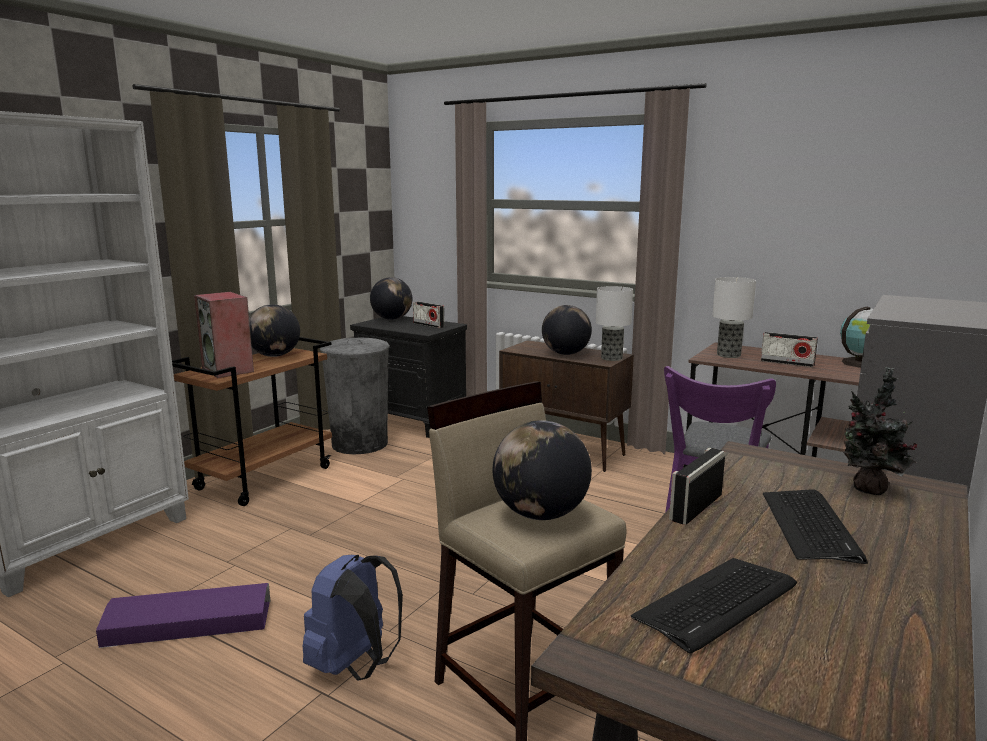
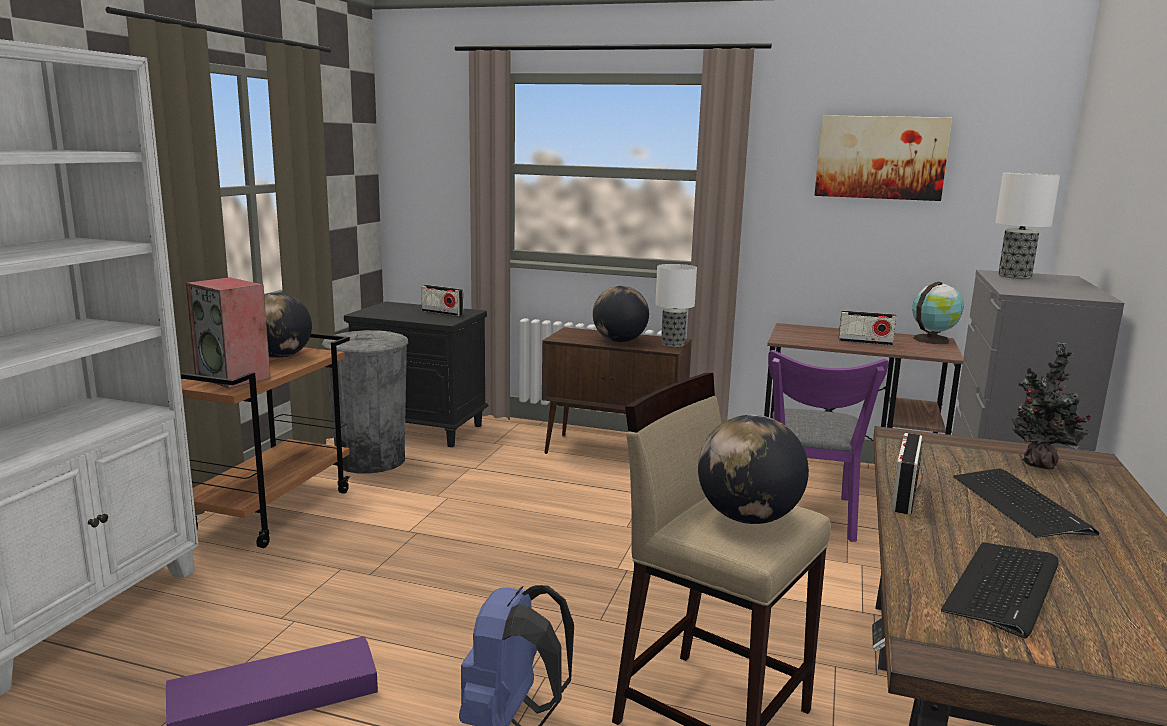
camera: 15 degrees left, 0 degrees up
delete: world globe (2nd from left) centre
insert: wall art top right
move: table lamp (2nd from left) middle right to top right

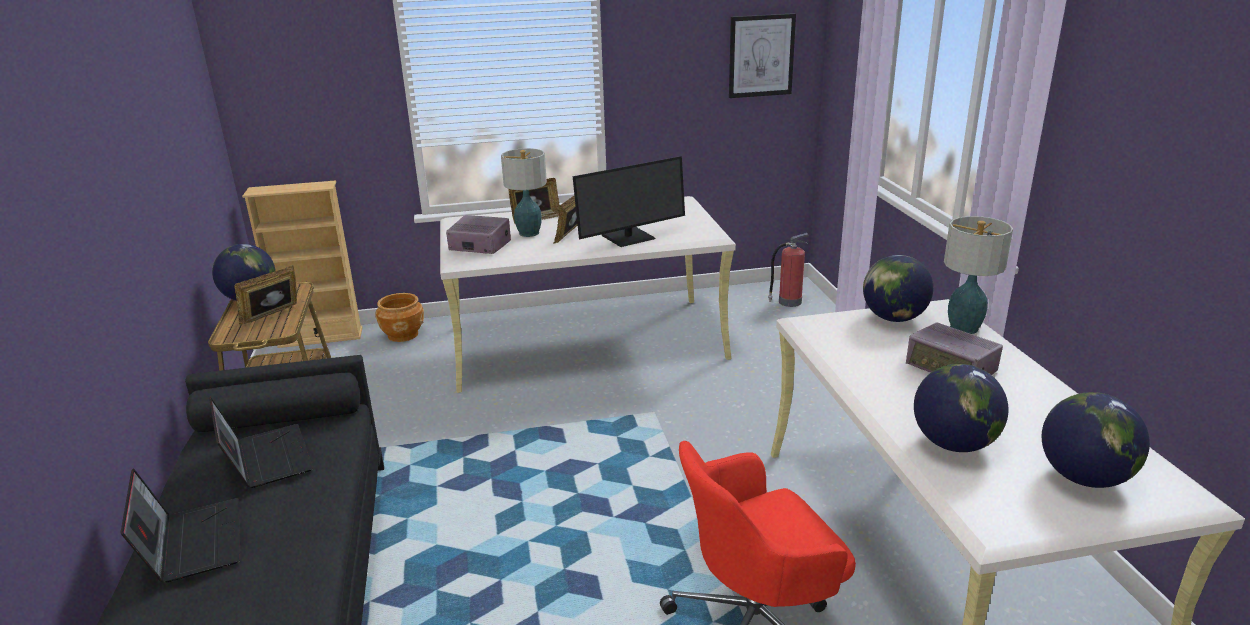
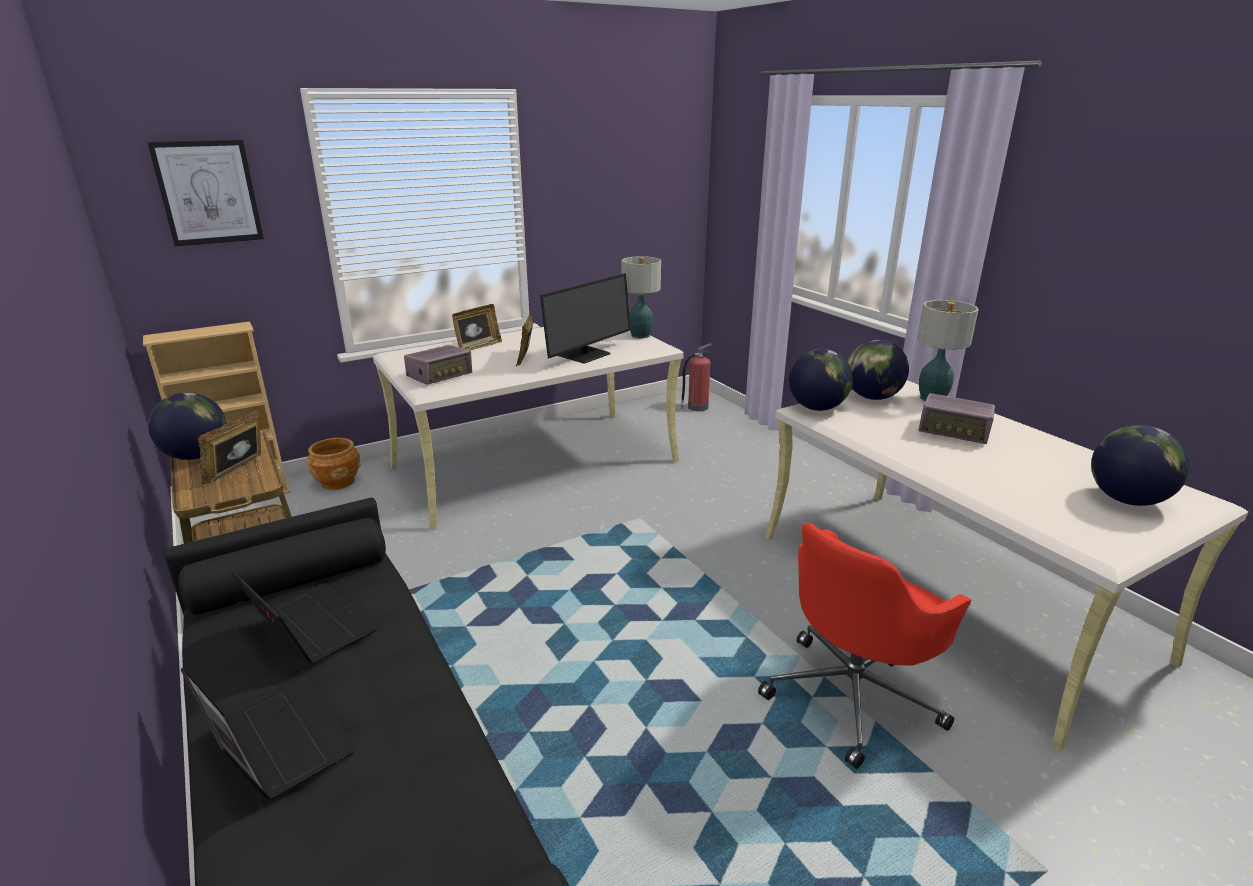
camera: 20 degrees left, 0 degrees up
move: table lamp (1st from left) top centre to centre; wall art top centre to top left; world globe (3rd from left in the first image) middle right to world globe (2nd from left) centre
rotate: radio receiver (1st from left) centre = centre 135 degrees clockwise

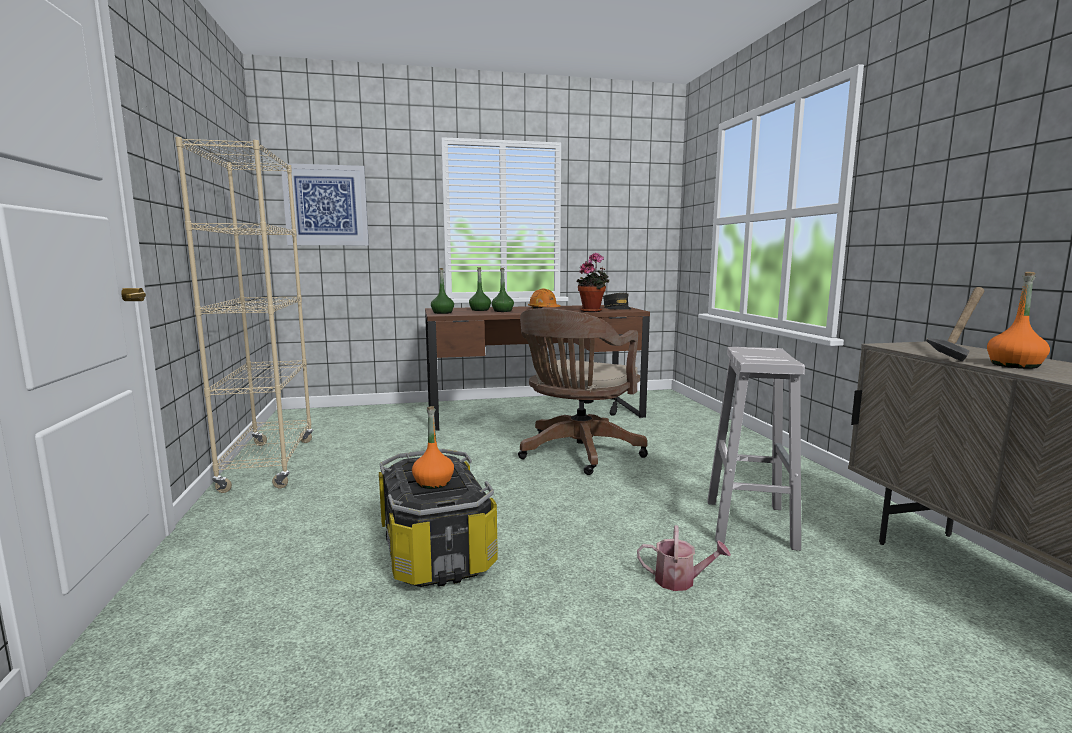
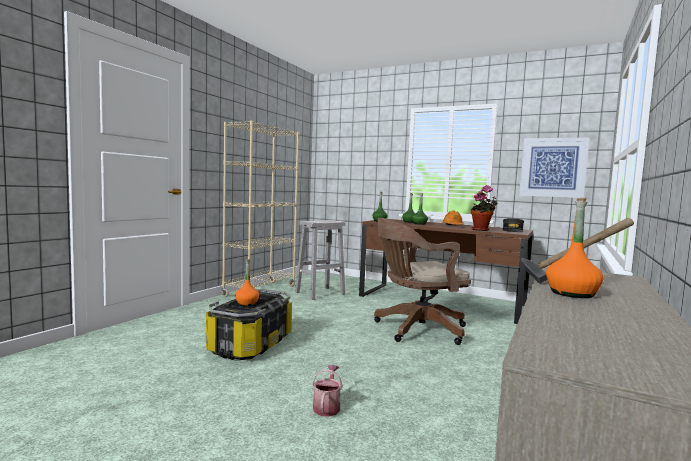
camera: 40 degrees right, 5 degrees down
move: wall art top left to middle right; white stool seat middle right to centre
rotate: sprinkling can bottom centre = bottom centre 135 degrees counterclockwise

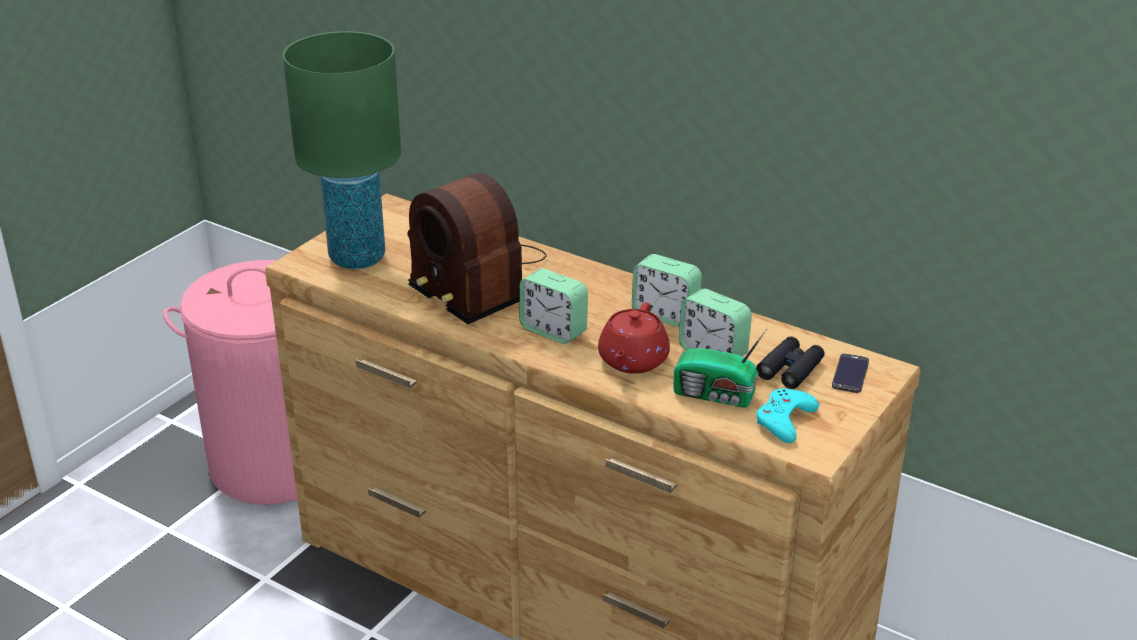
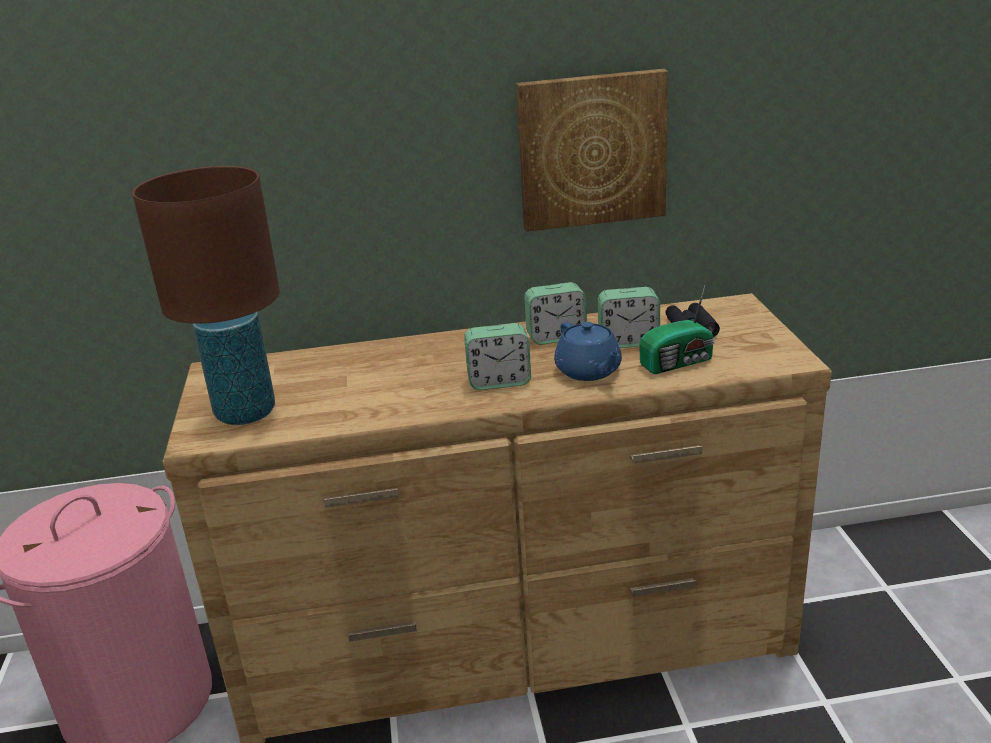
camera: 40 degrees left, 5 degrees down
delete: radio receiver (1st from left) centre; turquoise-coloured gamepad middle right; phone middle right
insert: wall art top centre
recolor: green table lamp top left to brownish table lamp middle left; red teapot centre to bluish teapot centre

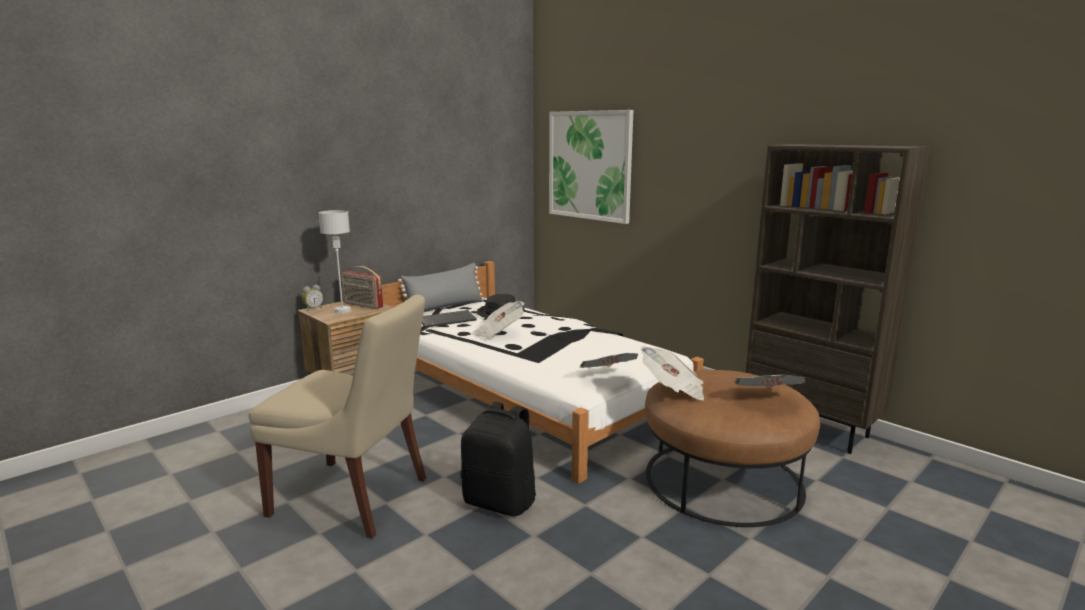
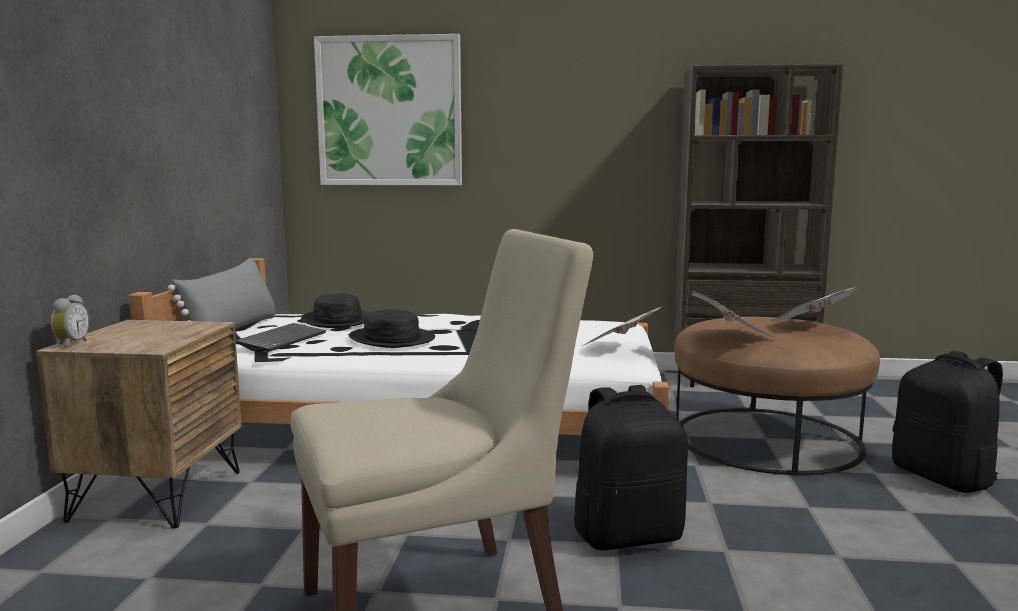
camera: 40 degrees left, 5 degrees down
delete: greyish table lamp middle left; radio receiver centre
insert: black-coloured backpack (2nd from left) bottom right
replace: newspaper (1st from left) centre to black-coloured wearable hat (2nd from left) centre

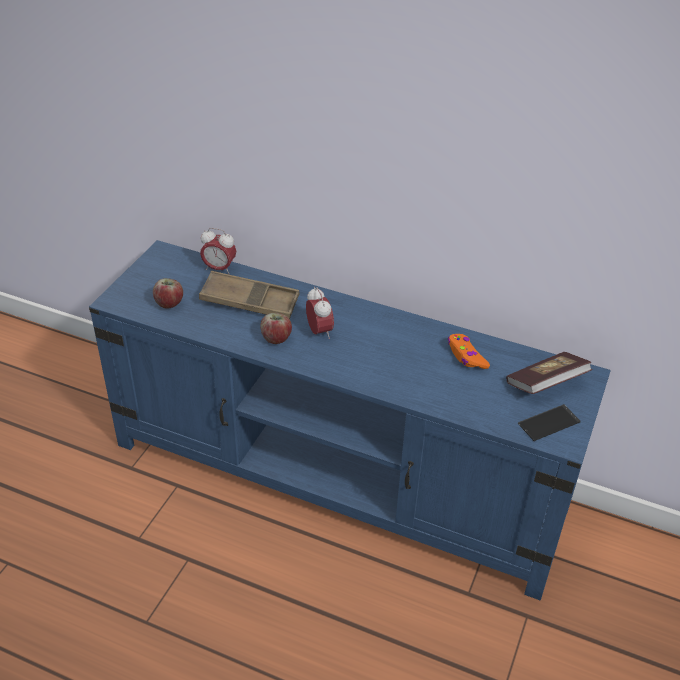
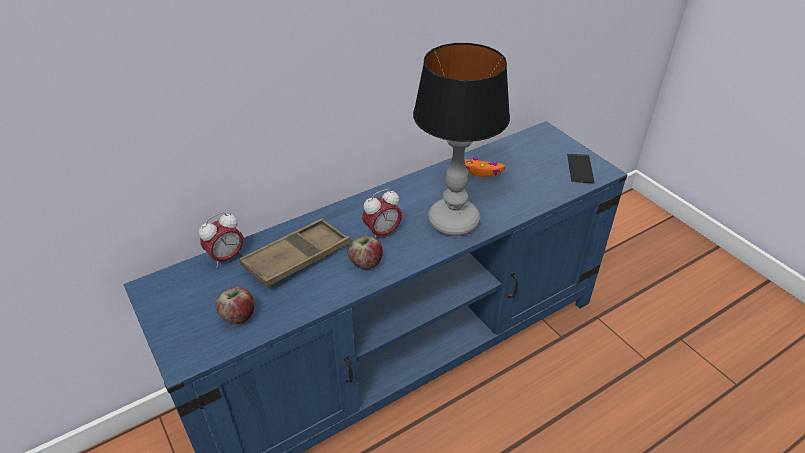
camera: 55 degrees left, 0 degrees up
delete: book middle right
insert: table lamp top centre
rotate: bedside clock (2nd from left) centre = centre 135 degrees clockwise

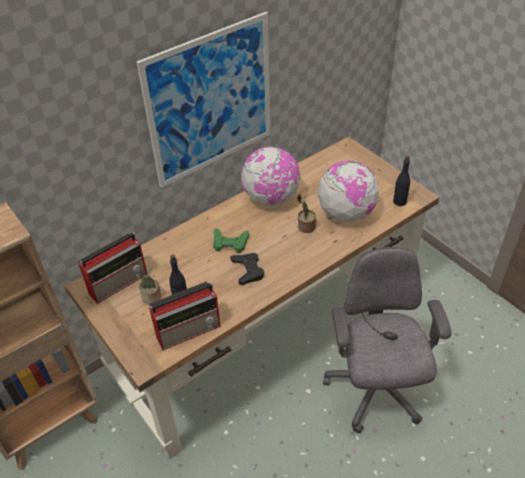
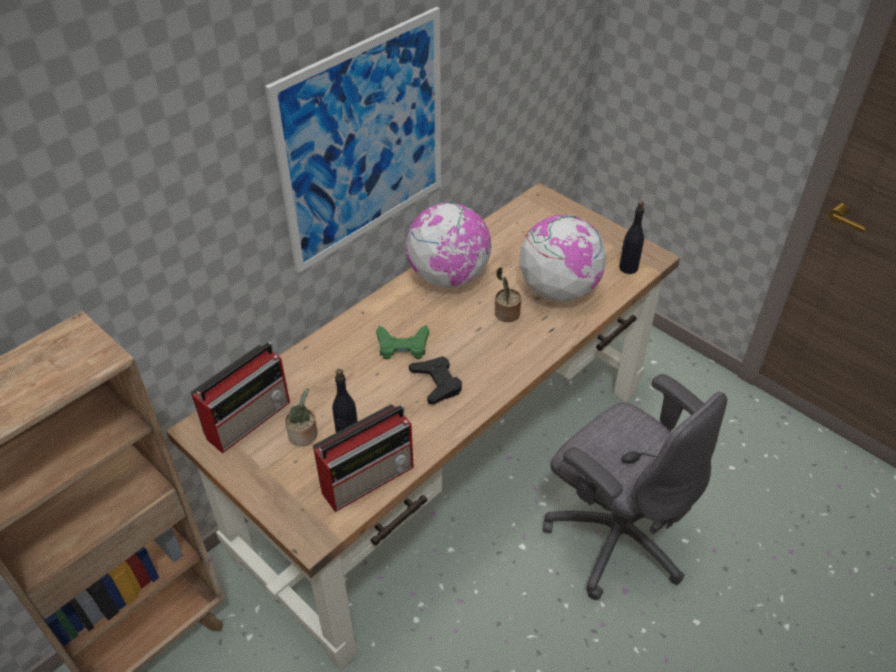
camera: 10 degrees left, 0 degrees up
rotate: greyish office chair bottom right = bottom right 150 degrees clockwise

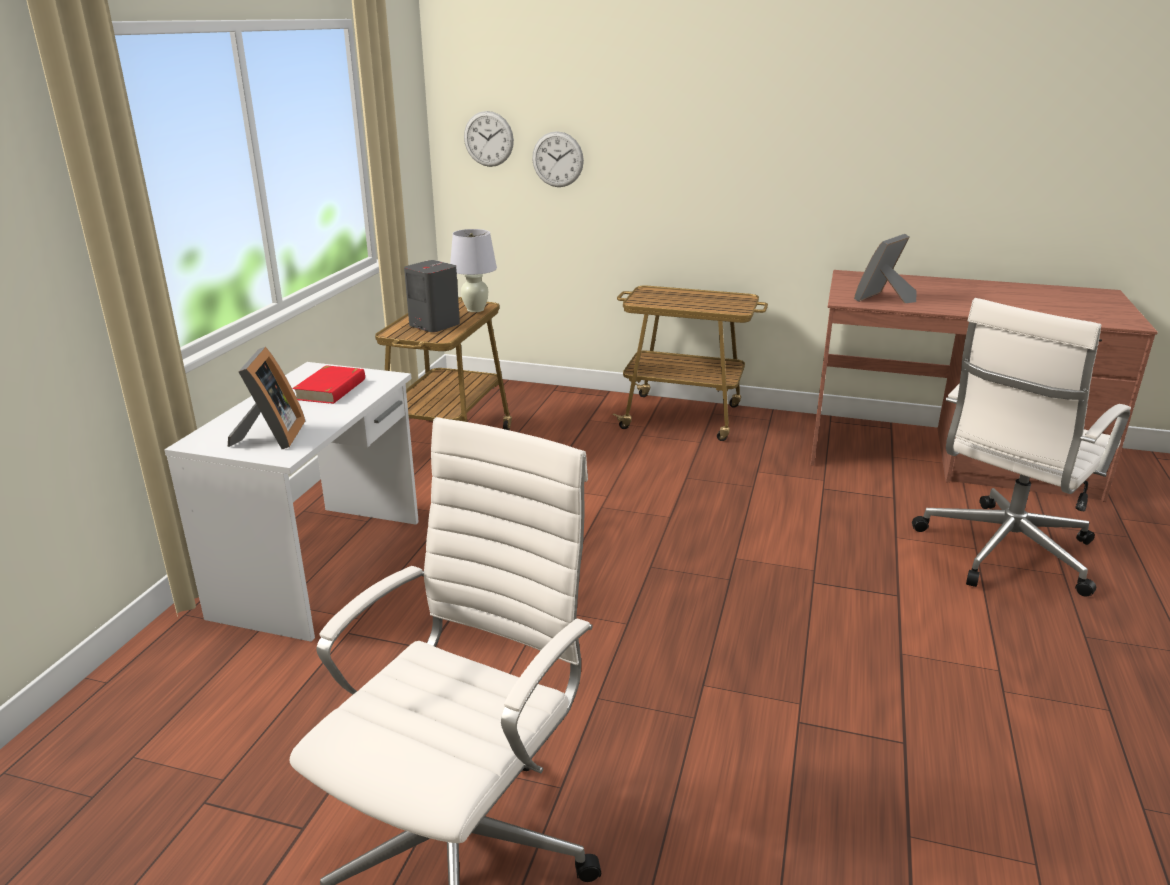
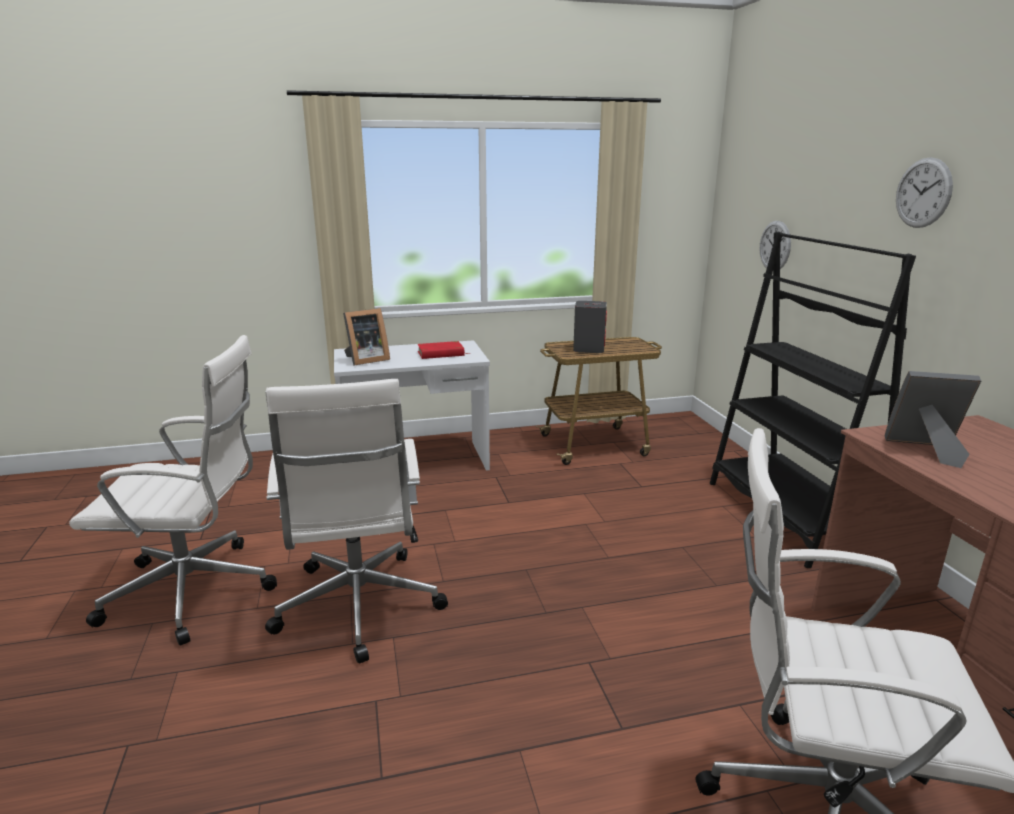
camera: 60 degrees right, 5 degrees down
delete: white table lamp top centre
insert: white office chair (2nd from left) centre
move: clock on the wall (1st from left in the first image) top centre to clock on the wall (2nd from left) top right
replace: trolley (2nd from left) centre to black-coloured bookcase middle right

